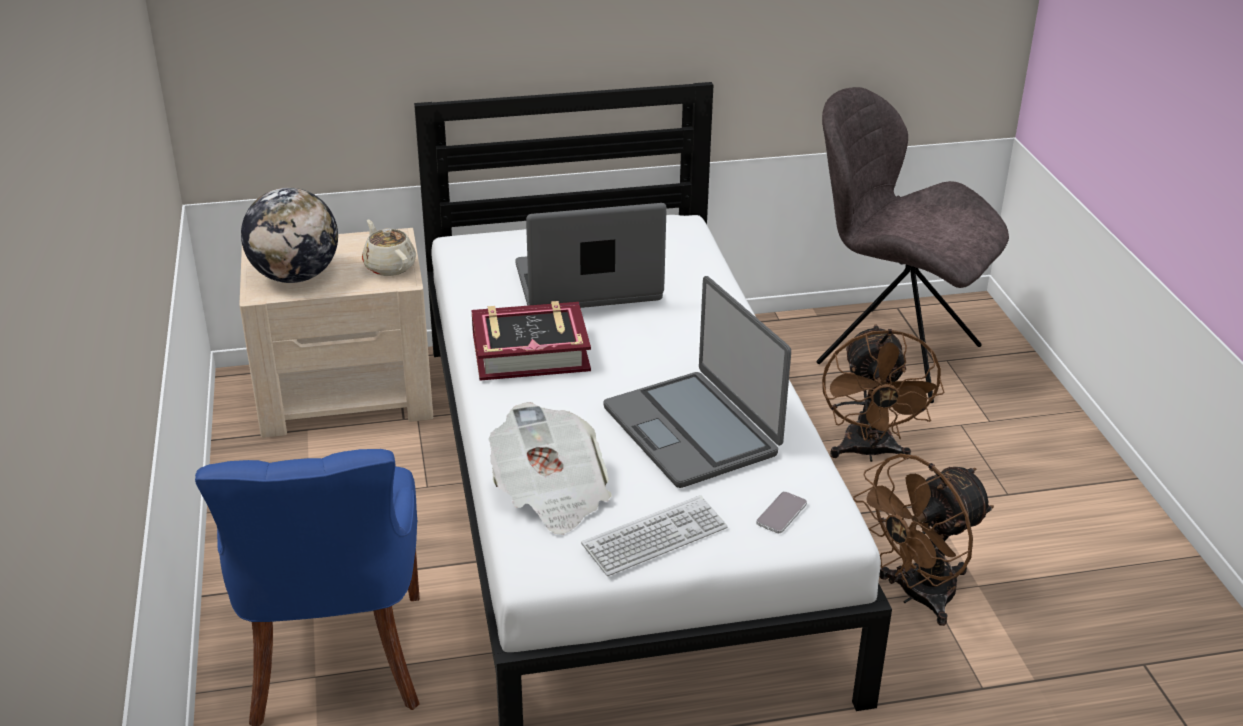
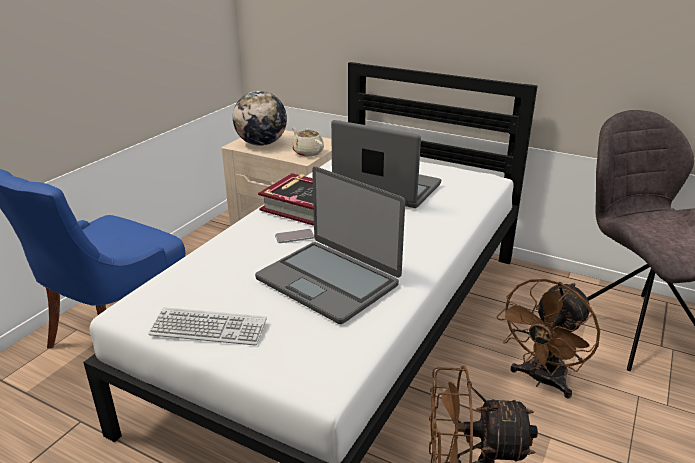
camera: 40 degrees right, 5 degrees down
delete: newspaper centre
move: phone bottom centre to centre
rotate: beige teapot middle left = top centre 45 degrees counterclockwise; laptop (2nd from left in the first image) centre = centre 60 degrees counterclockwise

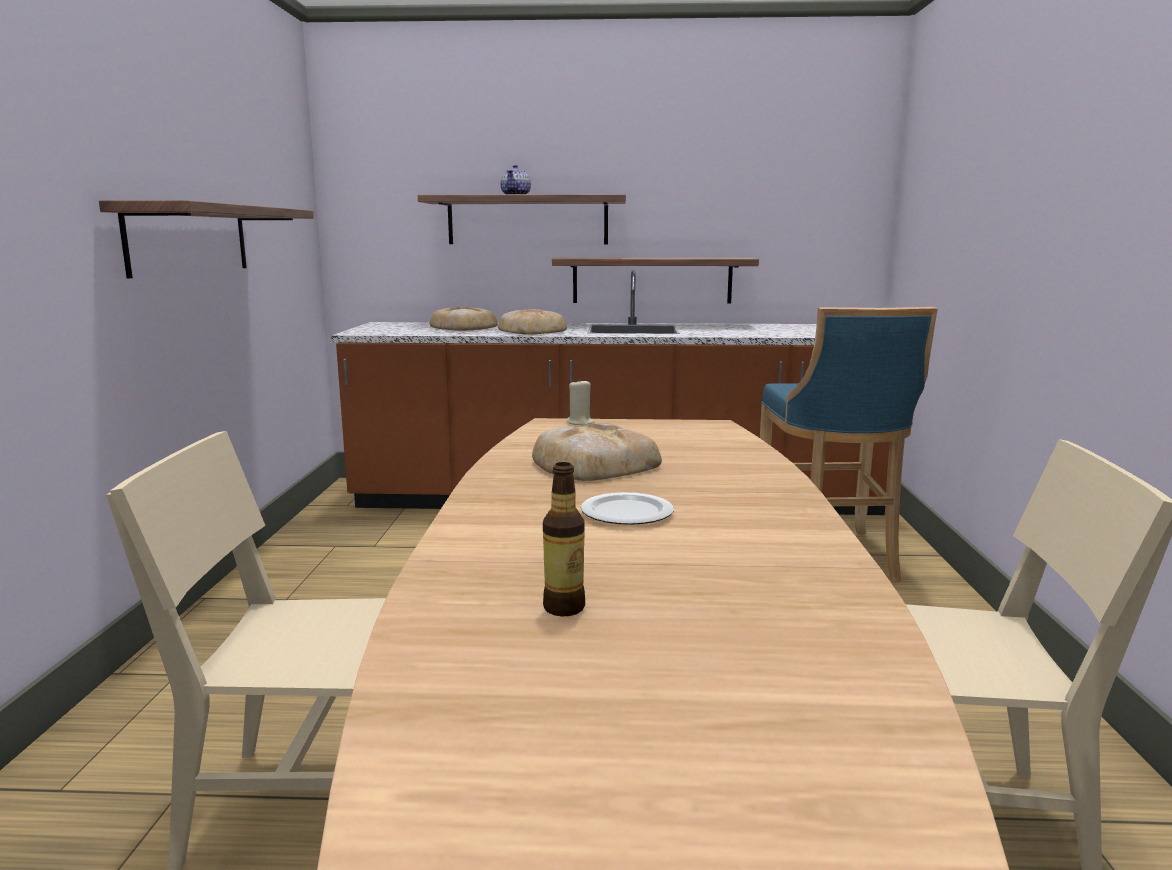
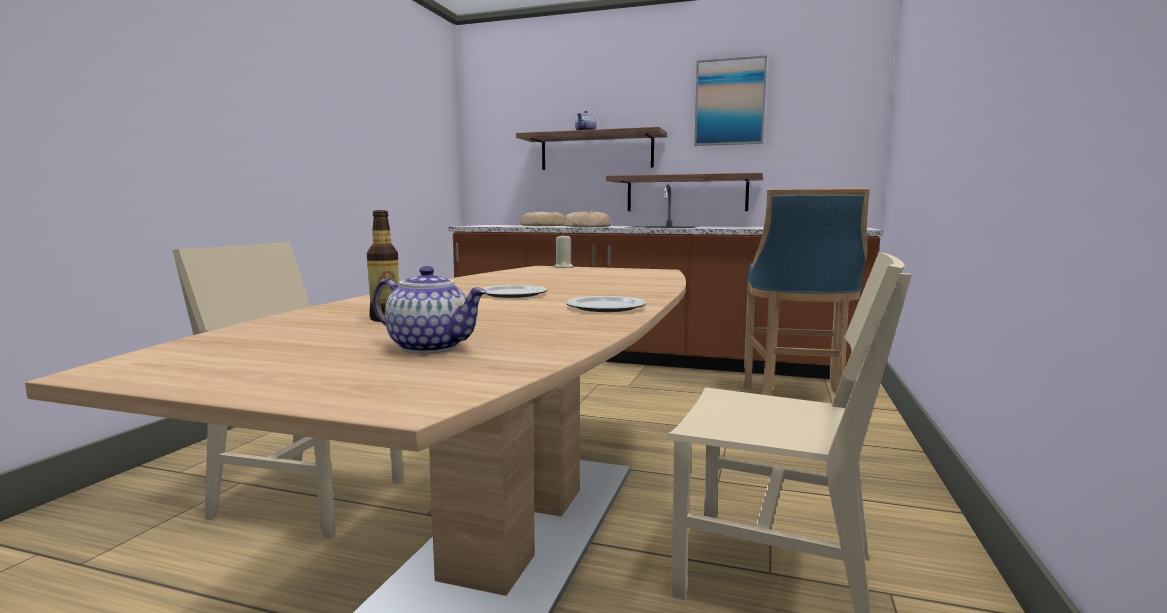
camera: 15 degrees right, 5 degrees down
delete: shelf (1st from left) top left; baked bread (3rd from left) centre
insert: teapot (1st from left) centre; dinner plate (2nd from left) centre; wall art top centre

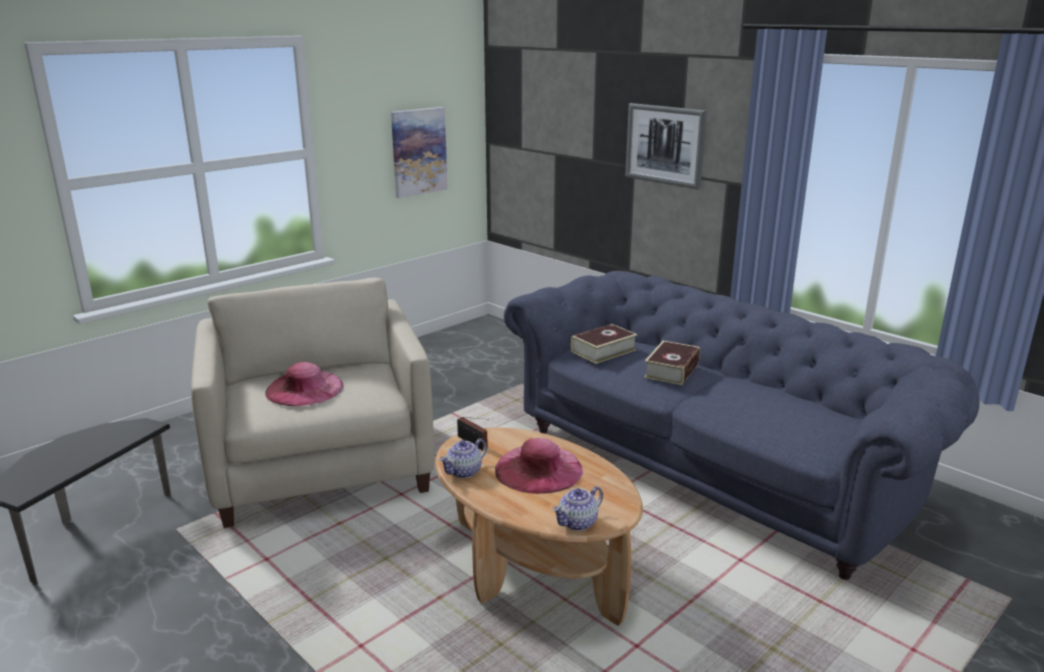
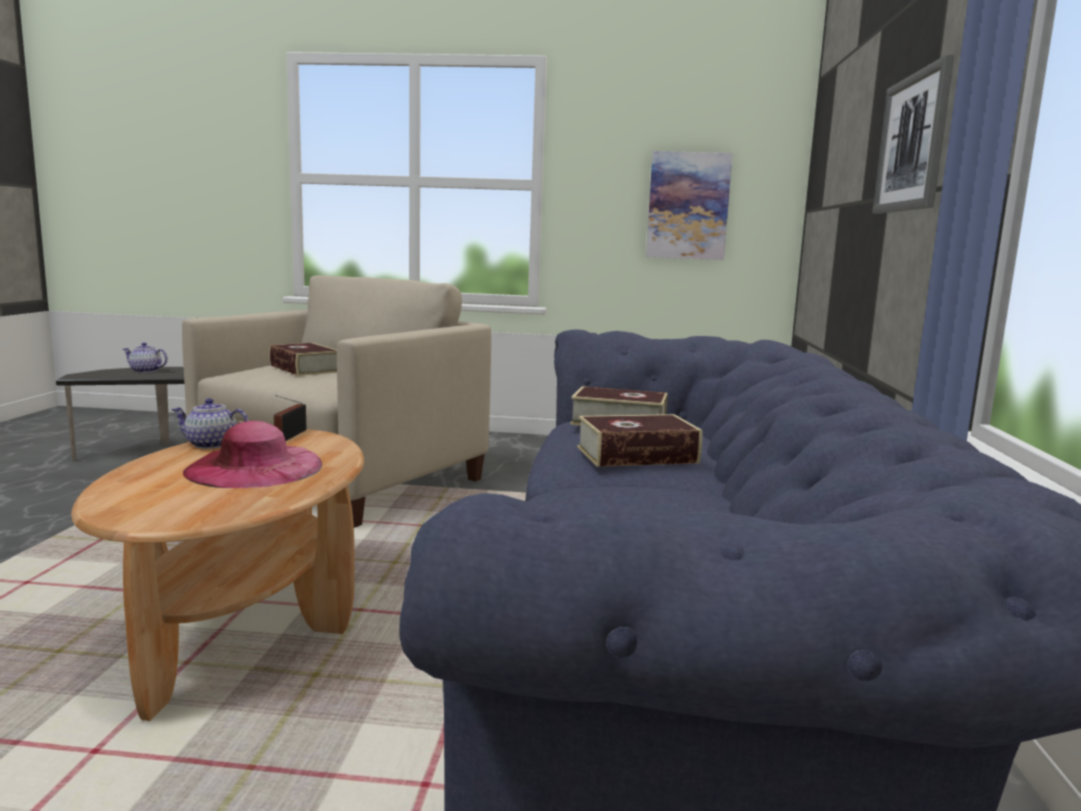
camera: 50 degrees right, 10 degrees down
move: teapot (2nd from left in the first image) bottom centre to teapot (1st from left) middle left
replace: pink wearable hat (1st from left) middle left to book (1st from left) middle left

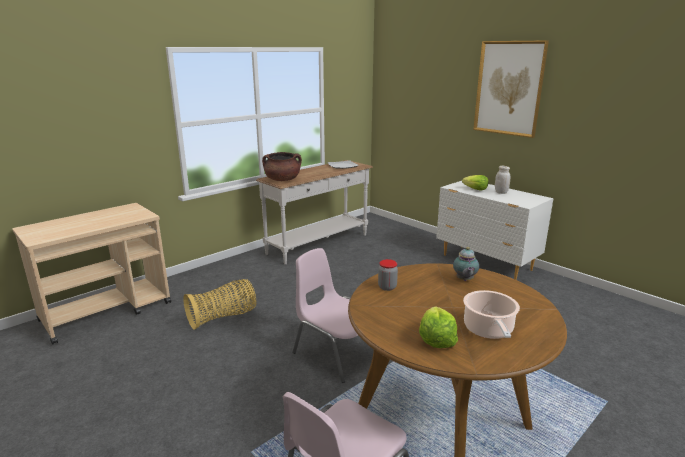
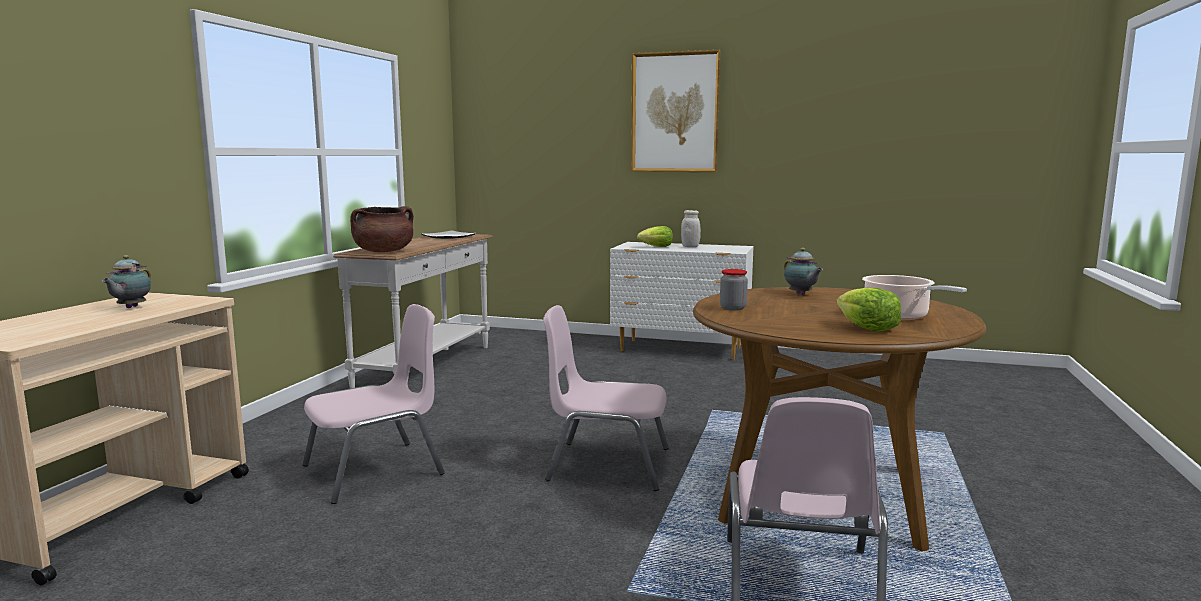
camera: 30 degrees left, 10 degrees down
insert: teapot (1st from left) middle left
replace: basket middle left to pink plain chair (1st from left) bottom left

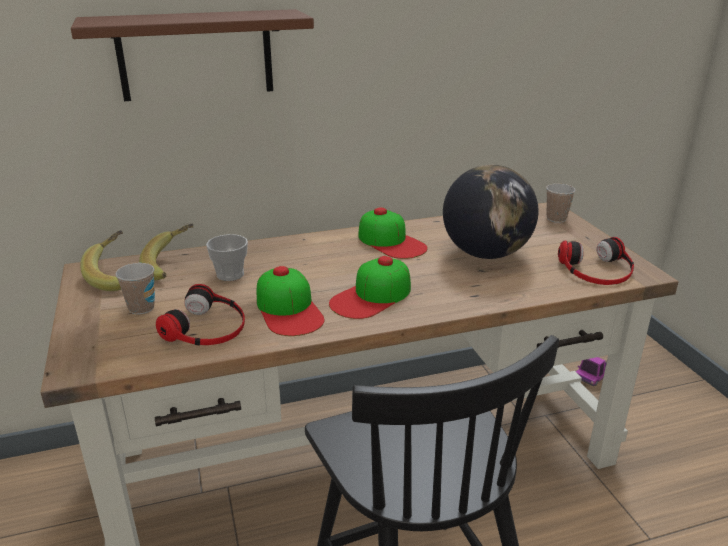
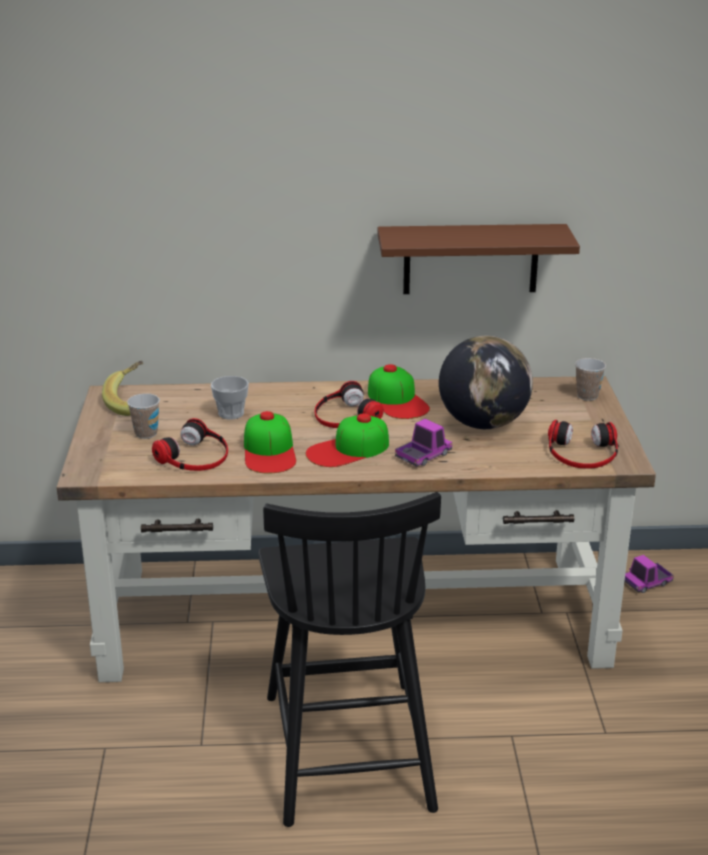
camera: 15 degrees right, 0 degrees up
delete: whole banana (2nd from left) middle left
insert: headphones (2nd from left) centre; model truck (1st from left) centre
move: brownish shelf top left to top right

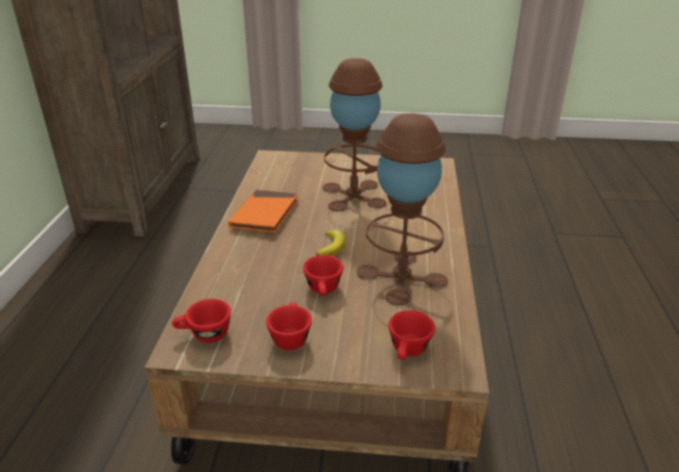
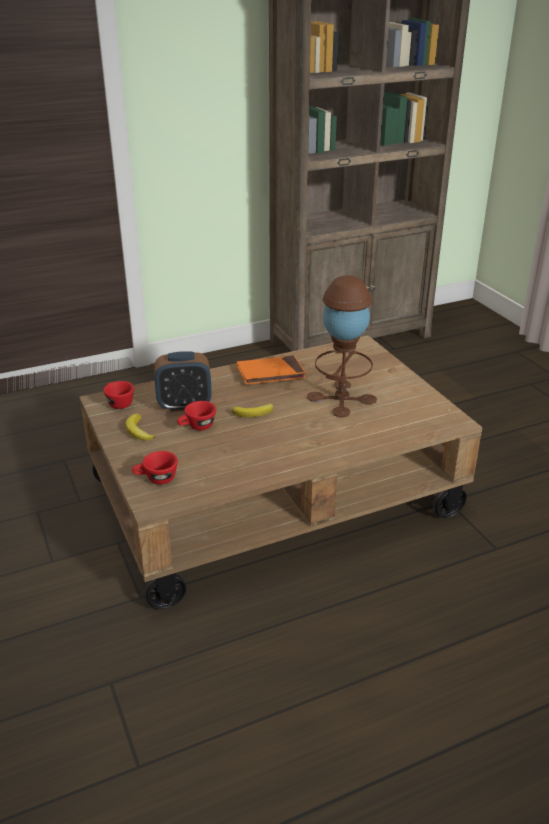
camera: 60 degrees right, 0 degrees up
delete: brownish table lamp (2nd from left) centre
insert: bedside clock centre
replace: red cup (2nd from left) bottom centre to whole banana (1st from left) middle left

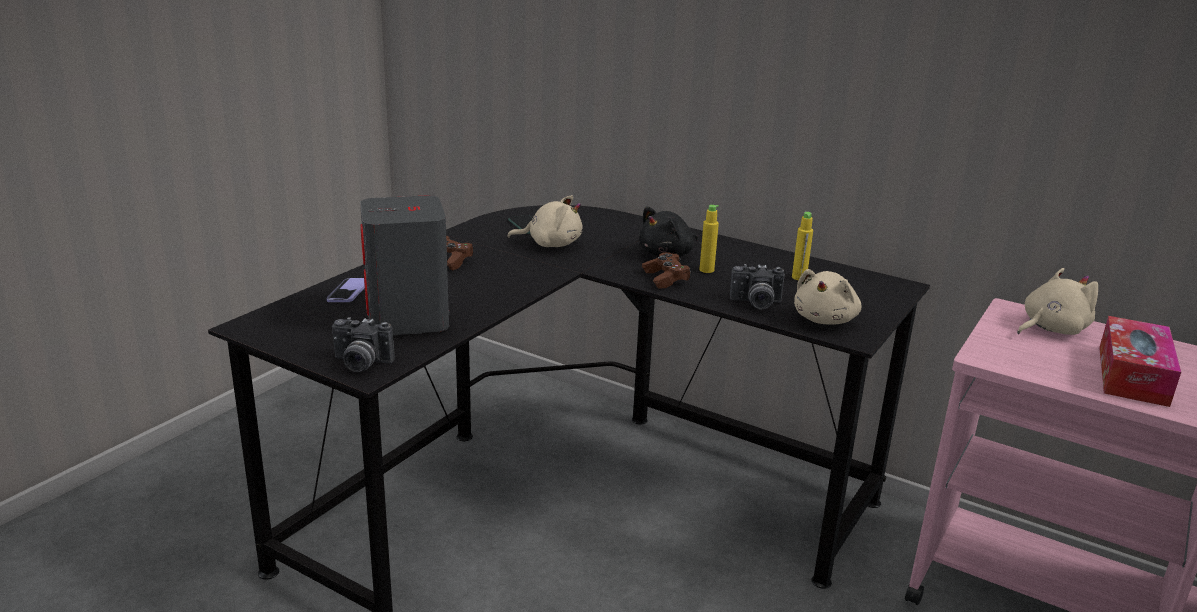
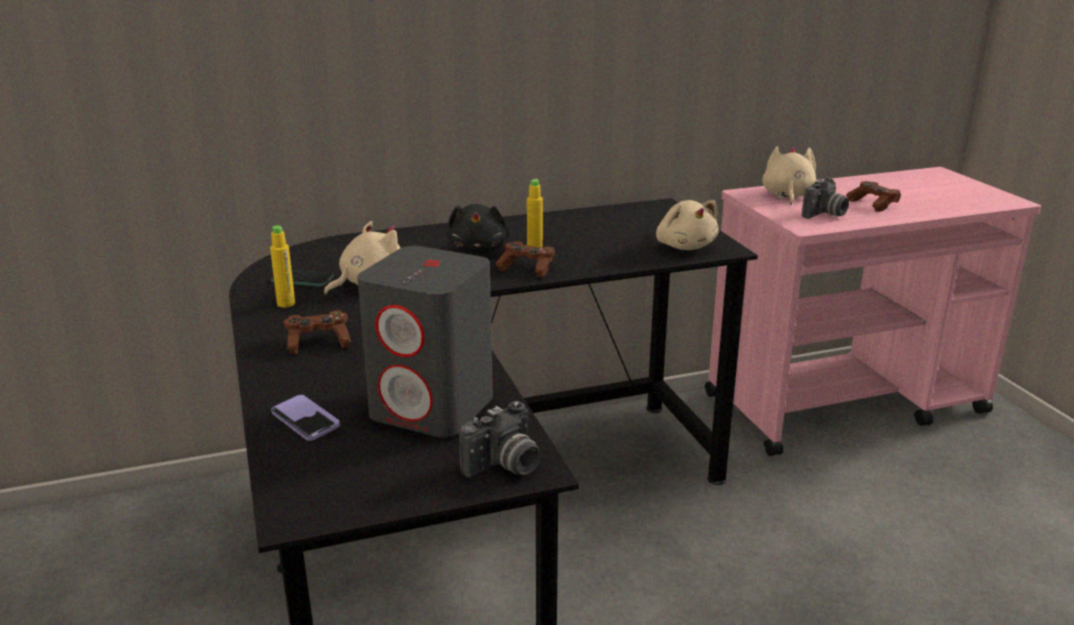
camera: 50 degrees left, 0 degrees up
move: still camera (2nd from left) centre to top right; yellow beverage bottle (2nd from left in the first image) middle right to yellow beverage bottle (1st from left) middle left
replace: box of tissues middle right to brownish gamepad (3rd from left) top right

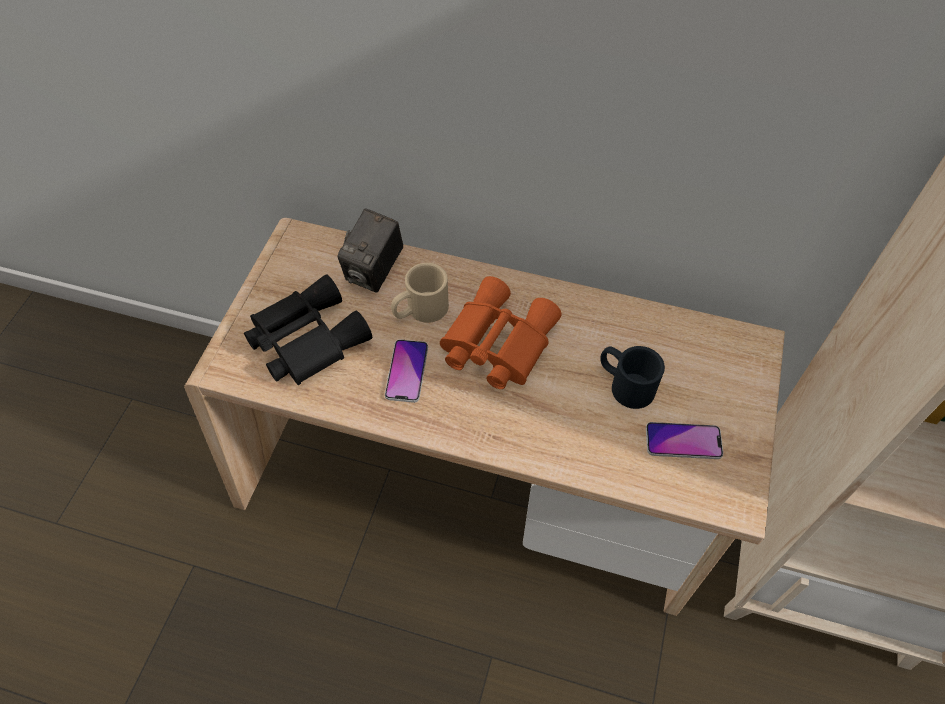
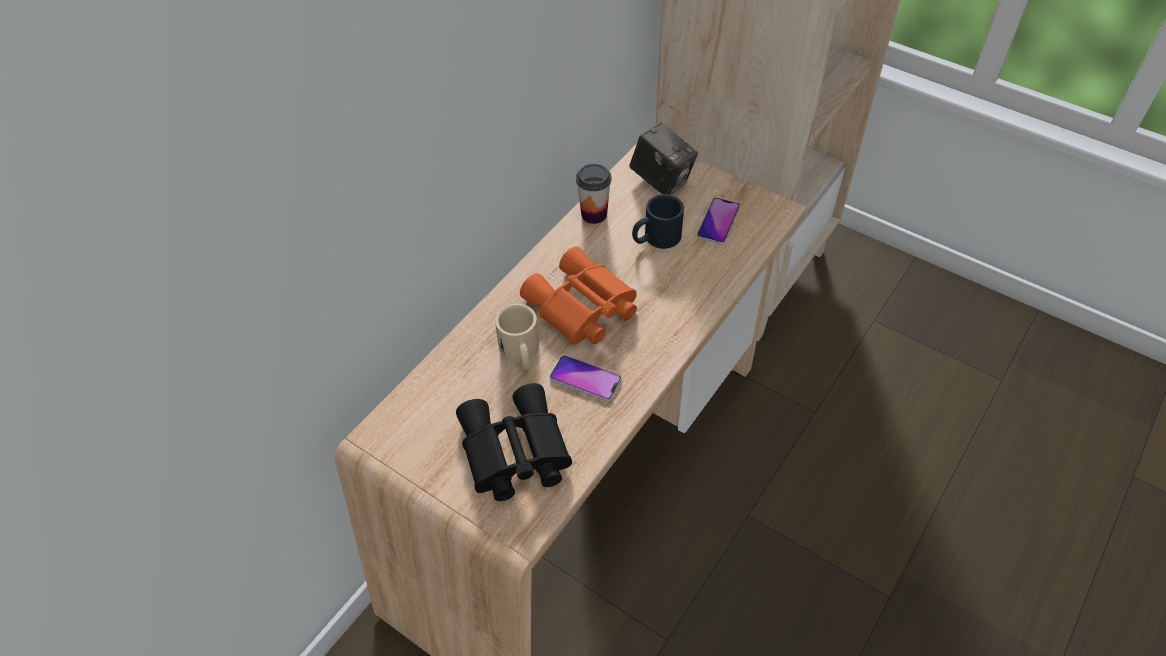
camera: 70 degrees left, 5 degrees down
insert: cup top centre
move: still camera centre to top centre

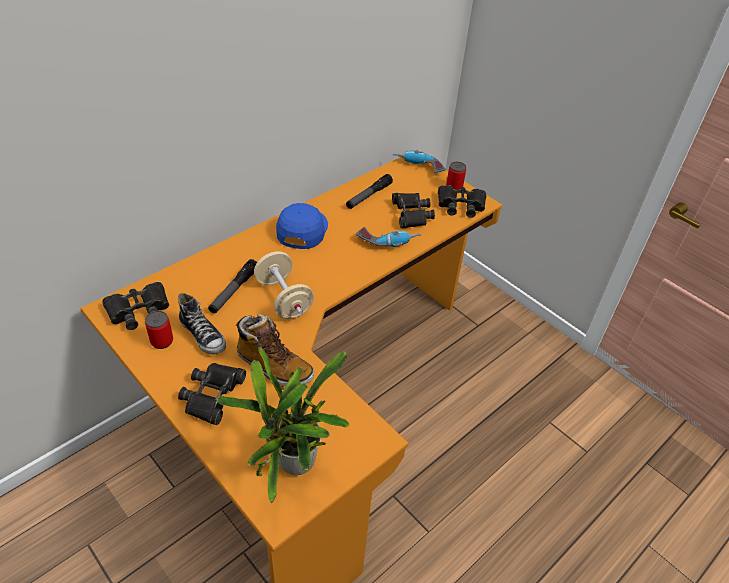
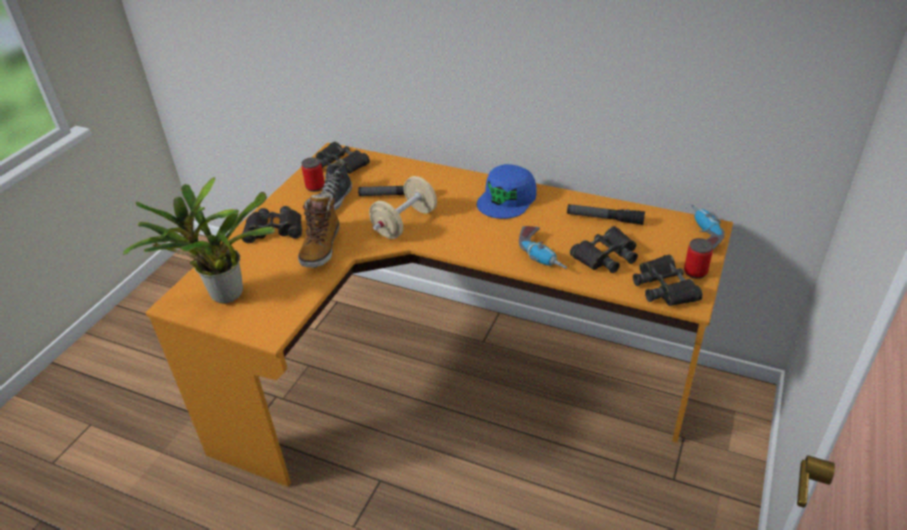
camera: 70 degrees right, 5 degrees down
rotate: bluish baseball cap centre = centre 135 degrees clockwise

